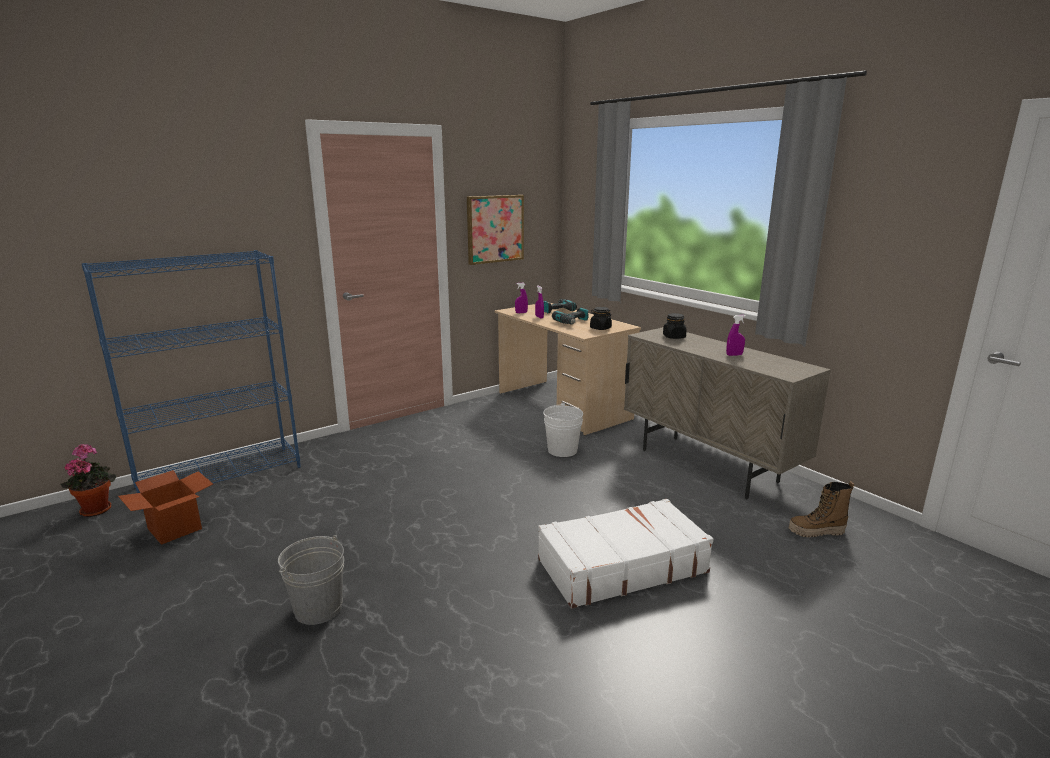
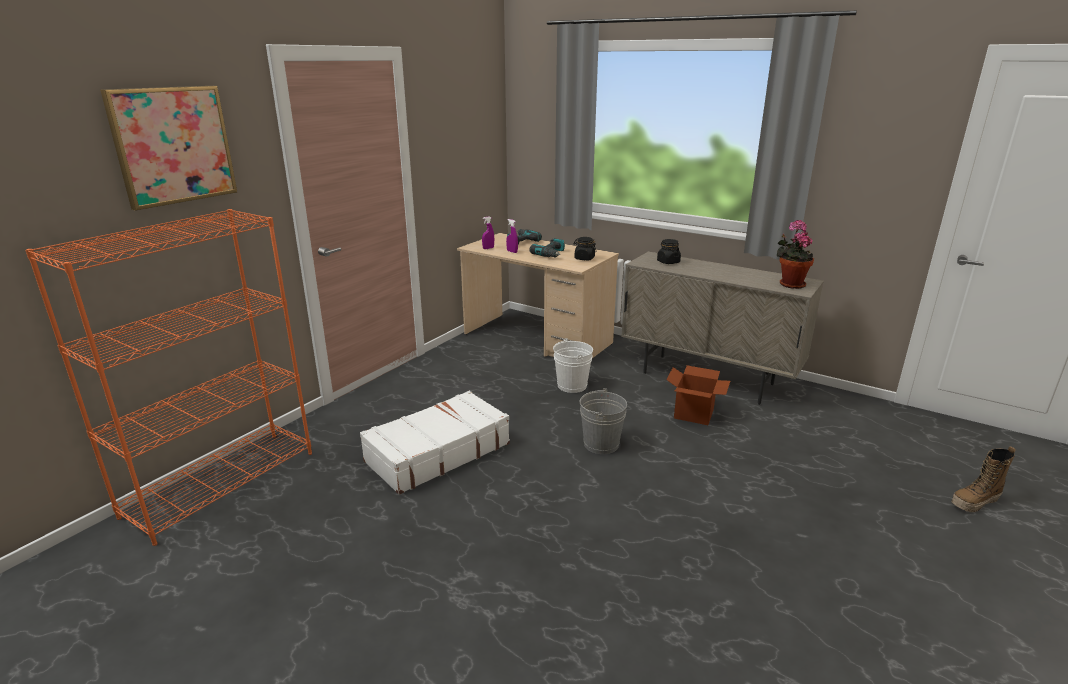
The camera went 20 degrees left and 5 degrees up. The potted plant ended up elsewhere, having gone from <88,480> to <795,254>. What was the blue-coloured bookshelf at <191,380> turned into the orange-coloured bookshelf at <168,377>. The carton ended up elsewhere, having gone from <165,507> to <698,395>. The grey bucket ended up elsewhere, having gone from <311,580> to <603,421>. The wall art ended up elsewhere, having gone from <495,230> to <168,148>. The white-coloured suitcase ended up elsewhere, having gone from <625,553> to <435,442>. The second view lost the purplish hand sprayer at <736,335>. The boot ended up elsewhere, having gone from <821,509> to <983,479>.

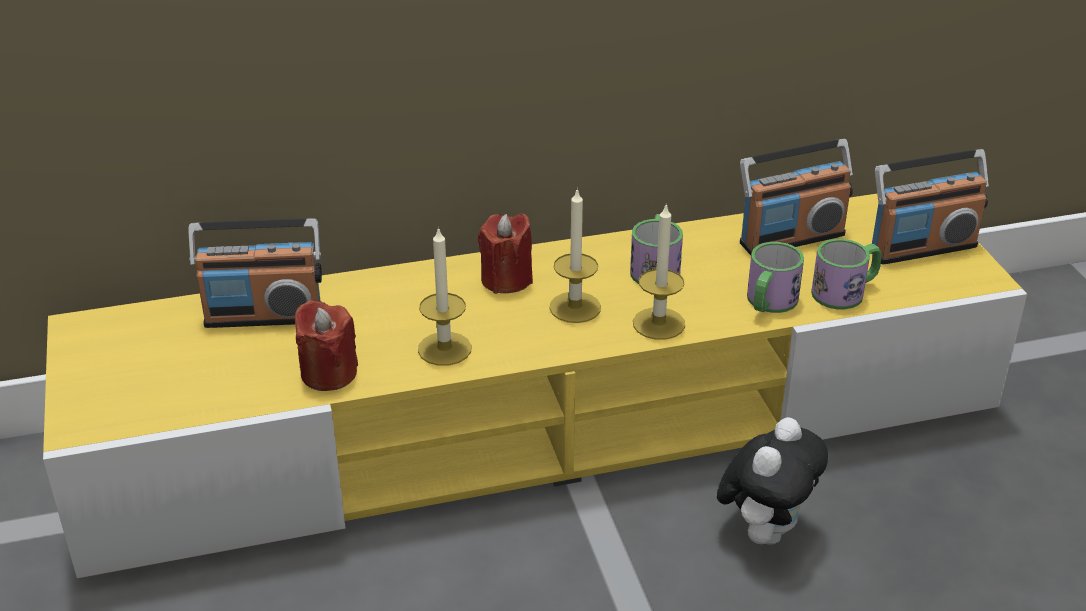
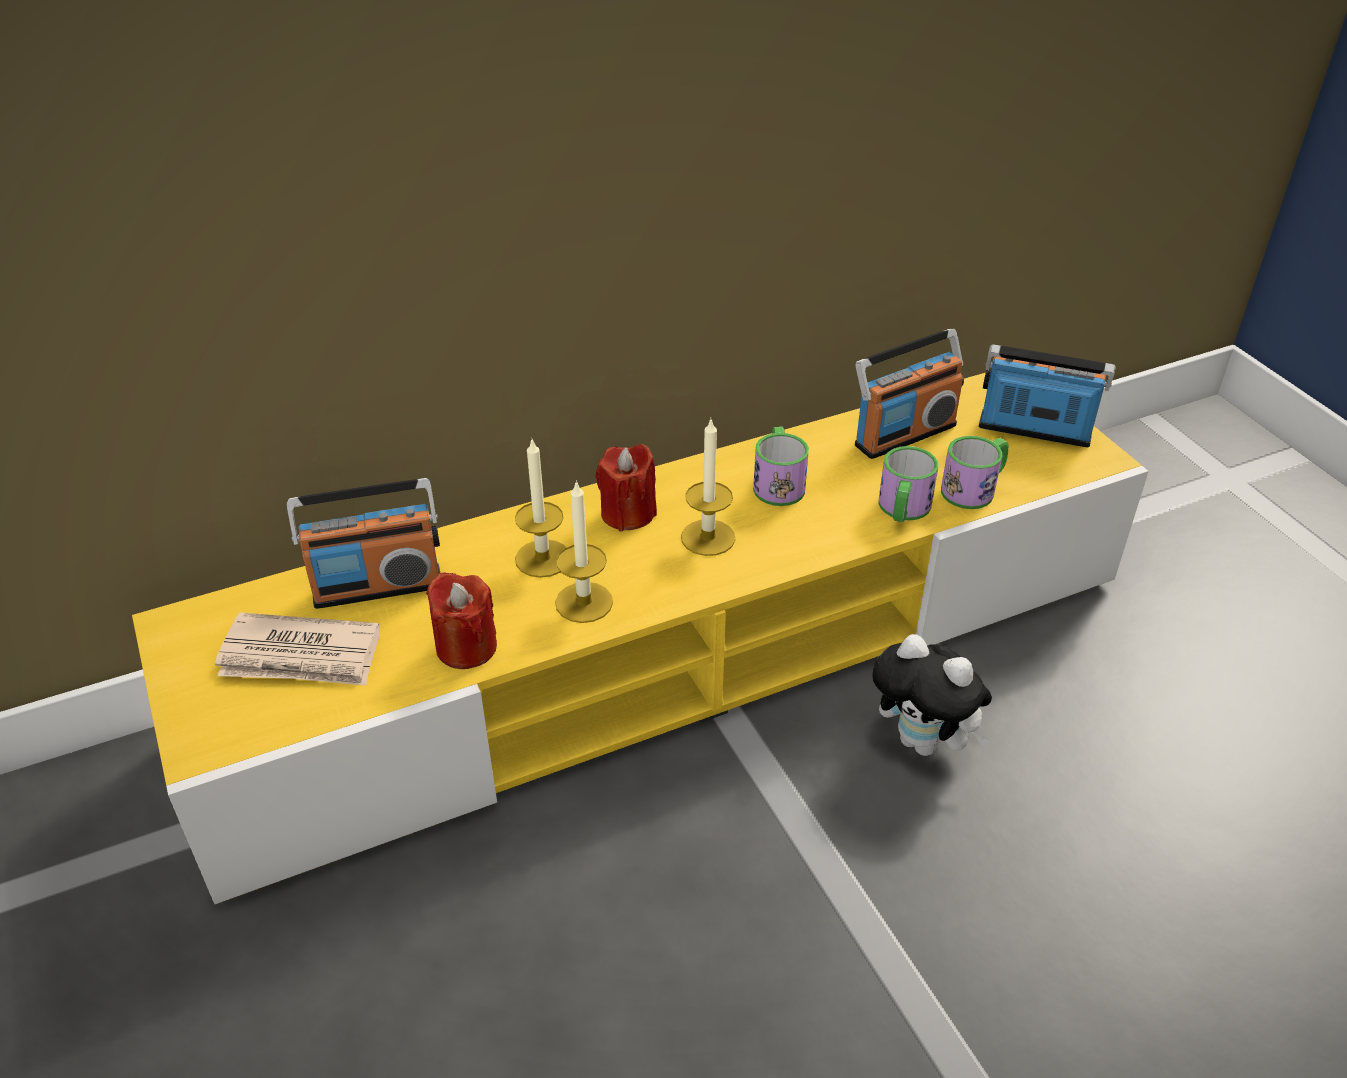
The camera went 10 degrees left and 5 degrees up. The wax candle ended up elsewhere, having gone from <659,272> to <540,509>. The cuddly toy at <772,481> ended up facing another way, 105 degrees clockwise from before. The radio set at <930,206> ended up facing another way, 135 degrees counterclockwise from before. The second view gained the printed paper at <297,649>.

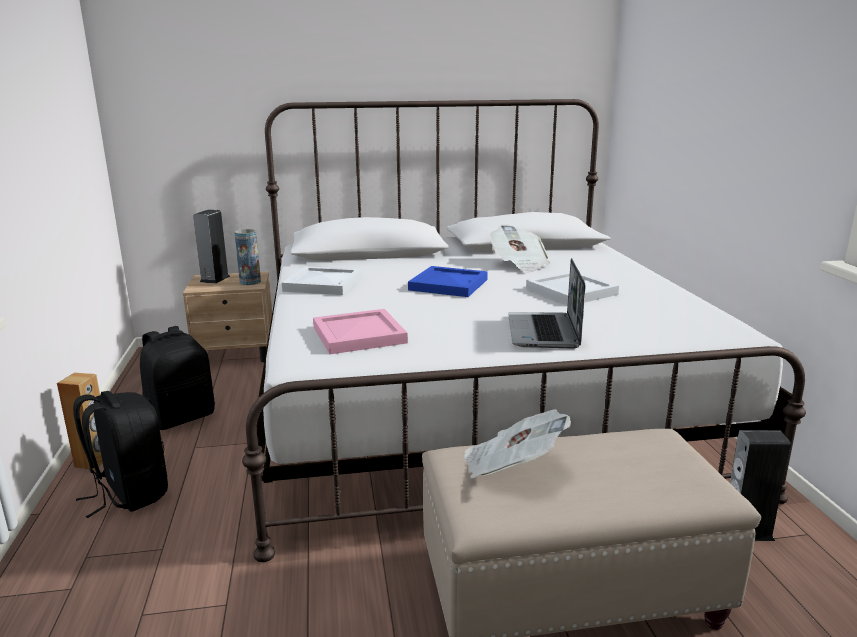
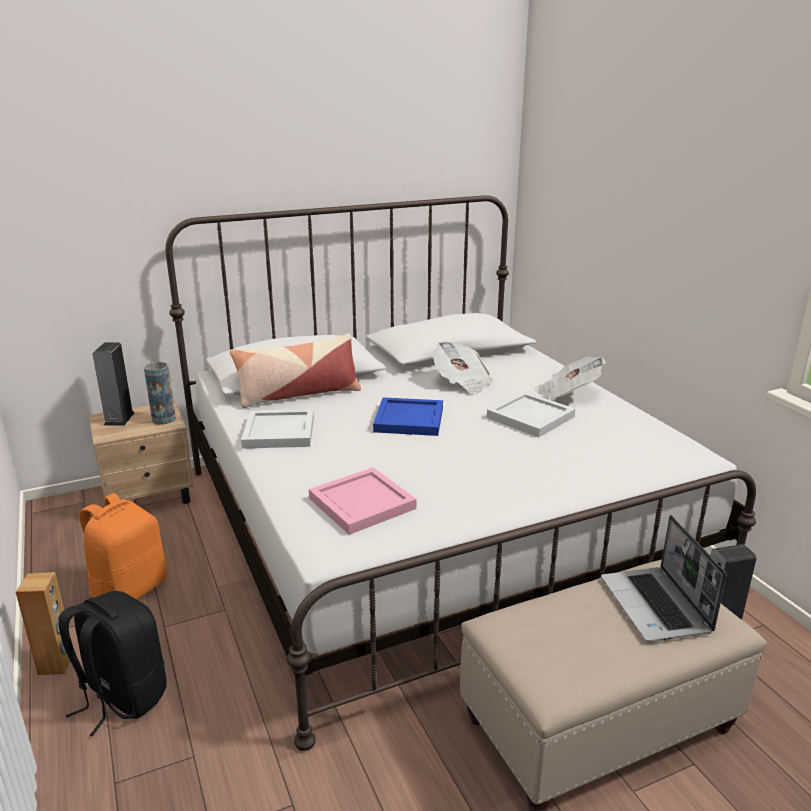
The camera went 15 degrees left and 5 degrees up. What was the black-coloured backpack at <177,378> turned into the orange-coloured backpack at <123,546>. The printed paper ended up elsewhere, having gone from <517,443> to <570,378>. The portable computer ended up elsewhere, having gone from <546,303> to <663,578>. The second view gained the pillow at <295,370>.

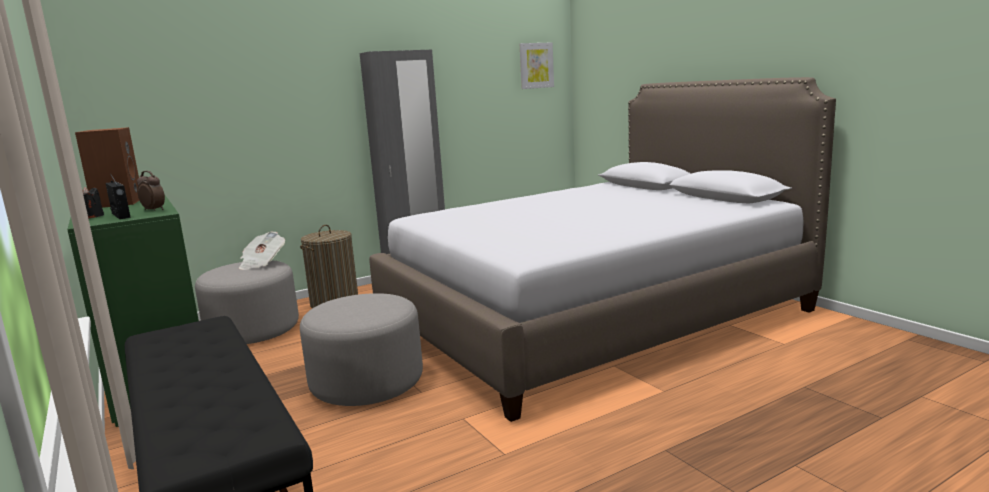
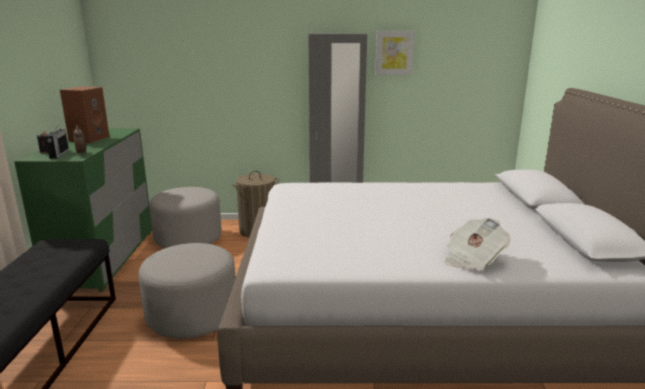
The camera went 30 degrees right and 5 degrees up. The printed paper ended up elsewhere, having gone from <262,251> to <477,244>. The wall art ended up elsewhere, having gone from <537,65> to <394,53>.

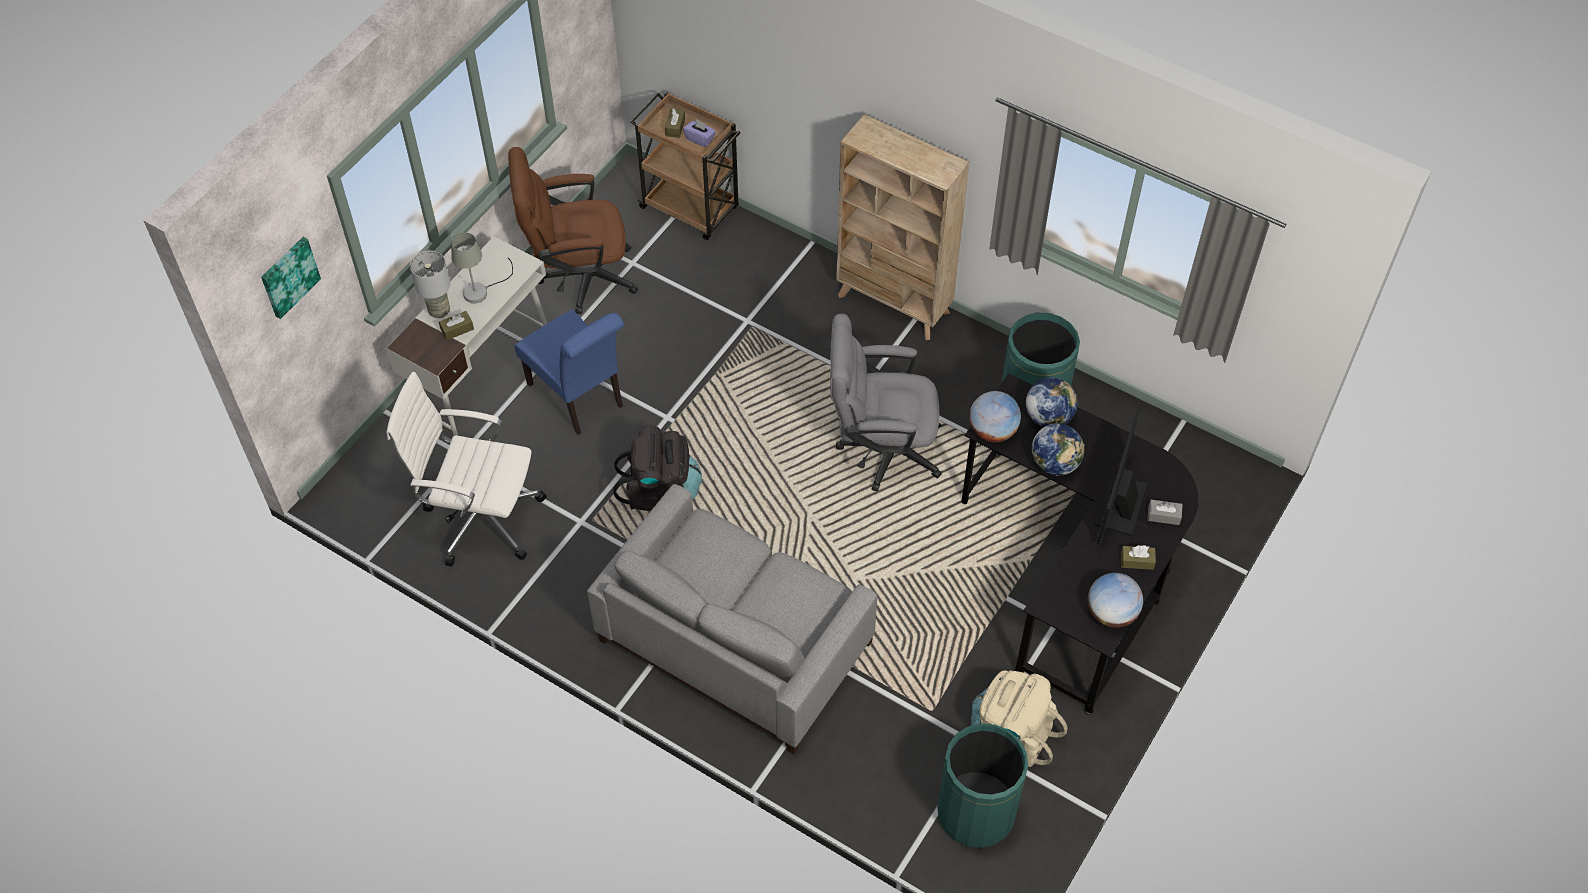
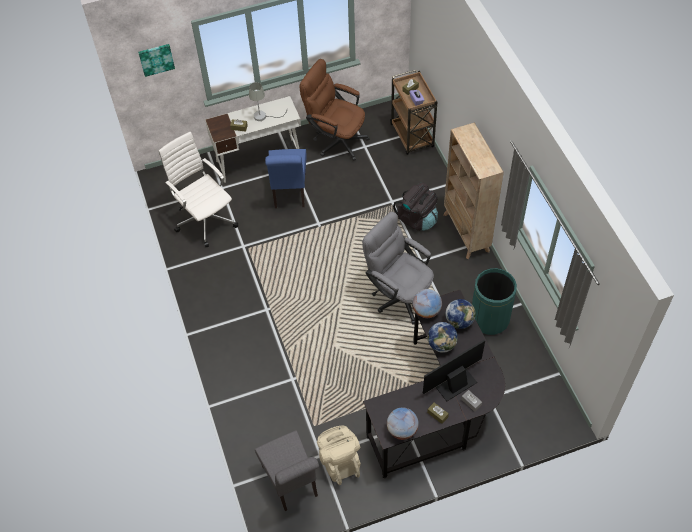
The camera went 40 degrees right and 0 degrees up. The second view lost the grey table lamp at <430,284>. The second view lost the grey sofa at <732,619>. The black-coloured backpack ended up elsewhere, having gone from <657,468> to <415,206>. Where the greenish waste bin stood at <982,785>, the grey chair came to stand at <287,470>.

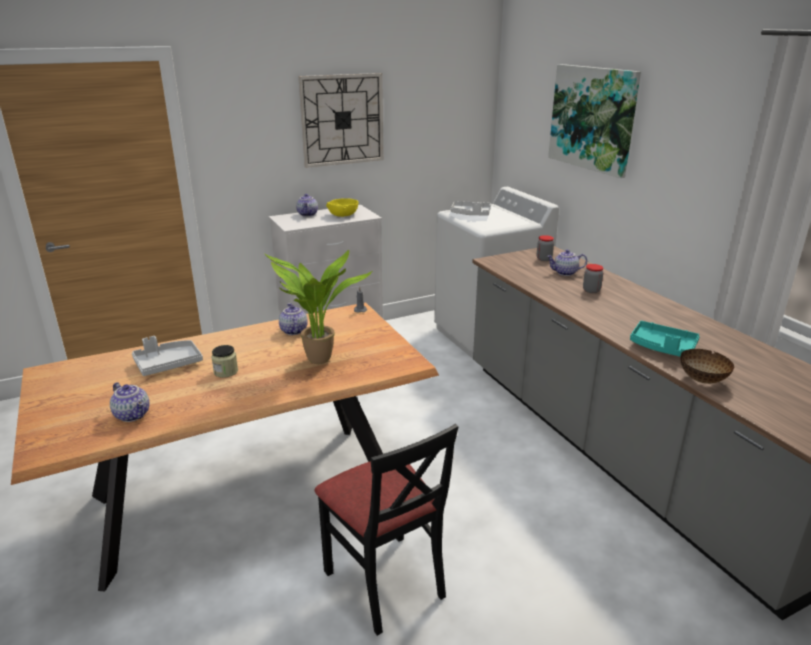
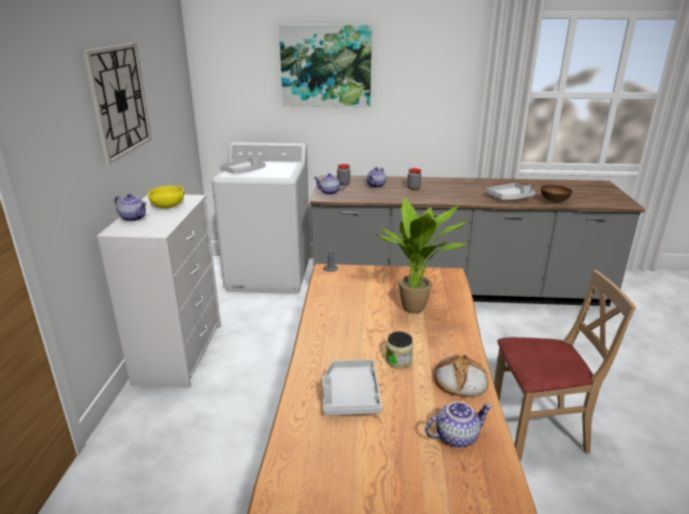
The camera went 60 degrees left and 0 degrees up. The teapot ended up elsewhere, having gone from <293,319> to <329,184>. What was the black-coloured chair at <386,530> turned into the beige-coloured chair at <565,365>. What was the turquoise tray at <665,339> turned into the grey tray at <510,191>. The second view gained the bread at <461,376>.

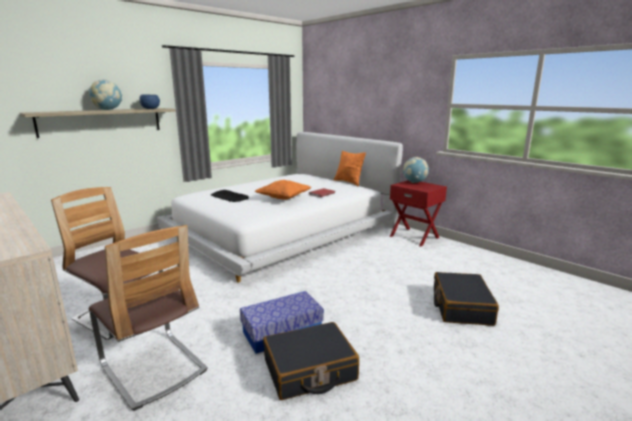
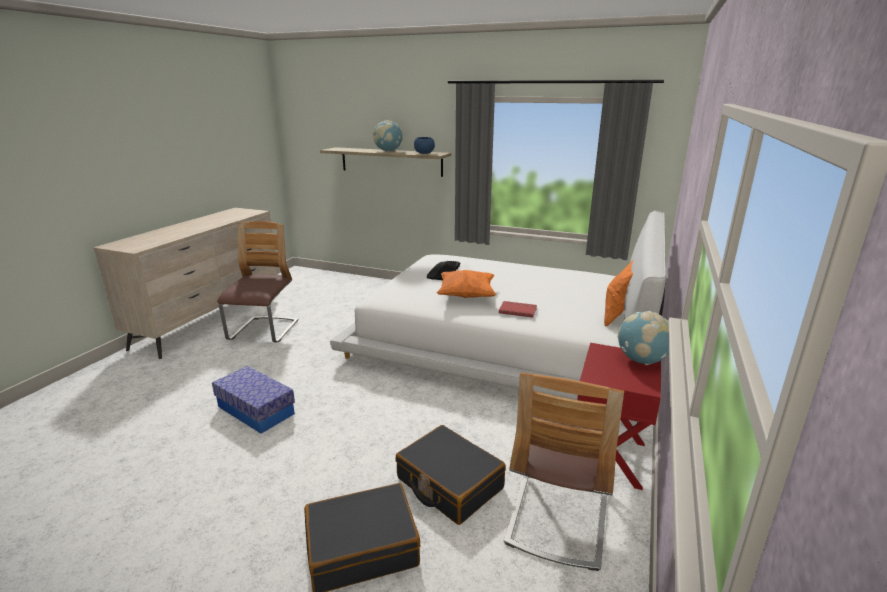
The camera went 65 degrees right and 5 degrees up. The chair ended up elsewhere, having gone from <148,318> to <564,472>. The black-coloured suitcase ended up elsewhere, having gone from <311,361> to <450,475>.

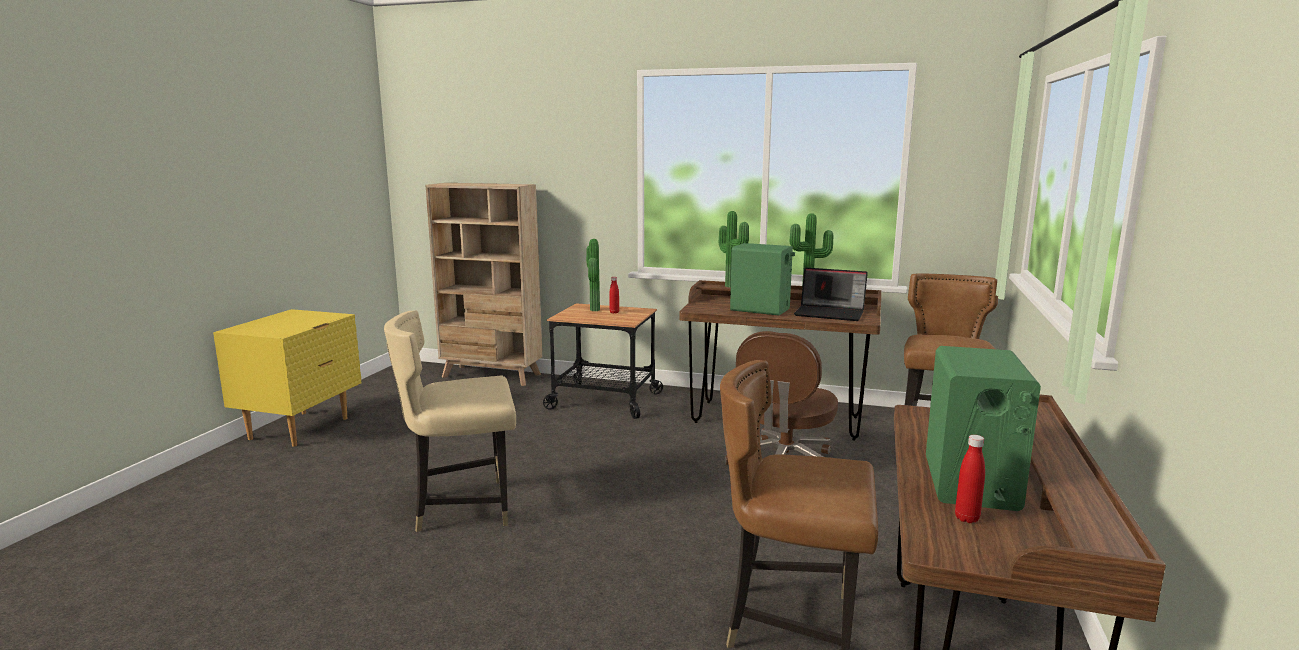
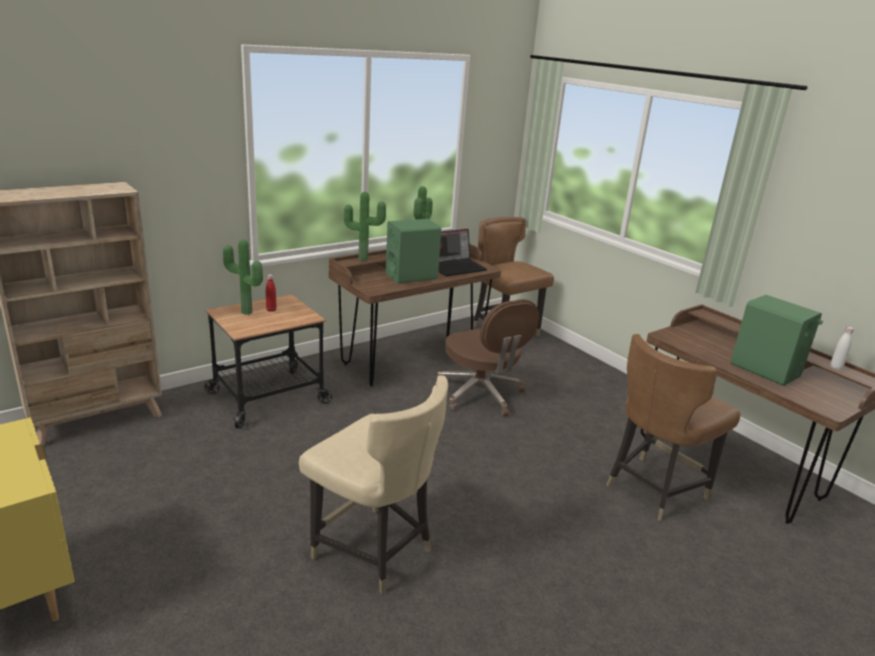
The camera went 55 degrees left and 10 degrees up. The beige-coloured chair at <450,421> ended up facing another way, 75 degrees counterclockwise from before. The second view lost the reddish bottle at <970,479>. The second view gained the white-coloured bottle at <842,348>.

